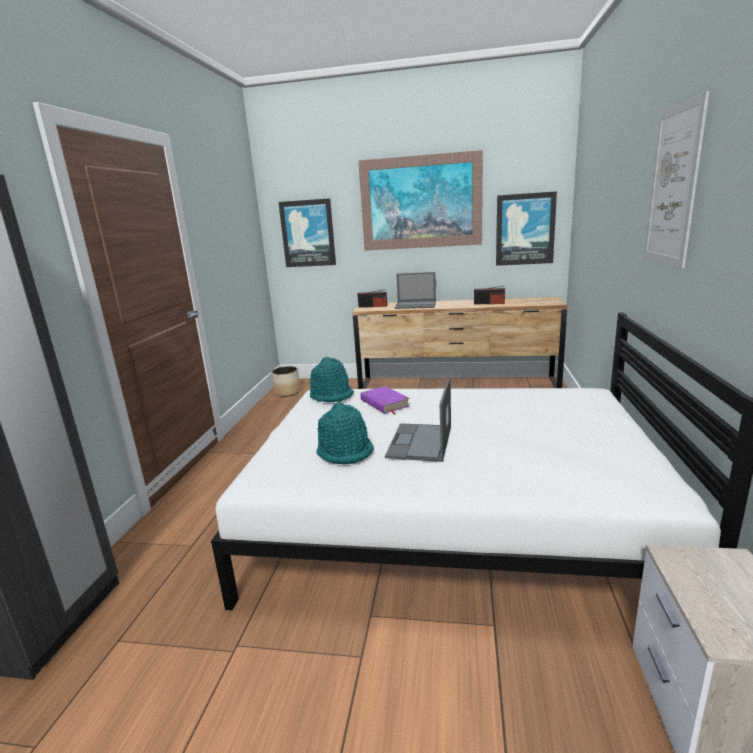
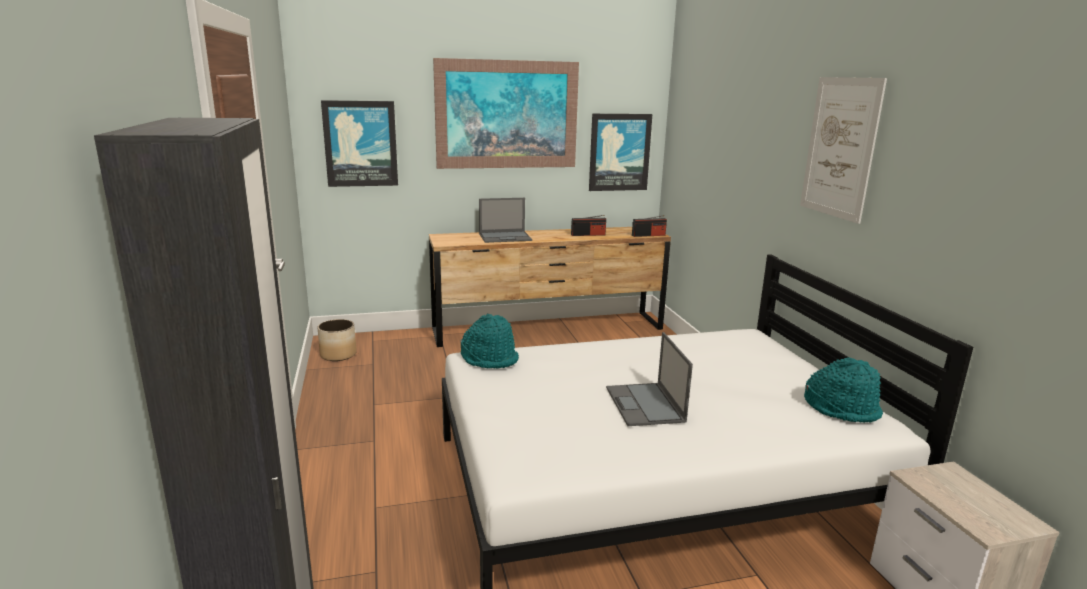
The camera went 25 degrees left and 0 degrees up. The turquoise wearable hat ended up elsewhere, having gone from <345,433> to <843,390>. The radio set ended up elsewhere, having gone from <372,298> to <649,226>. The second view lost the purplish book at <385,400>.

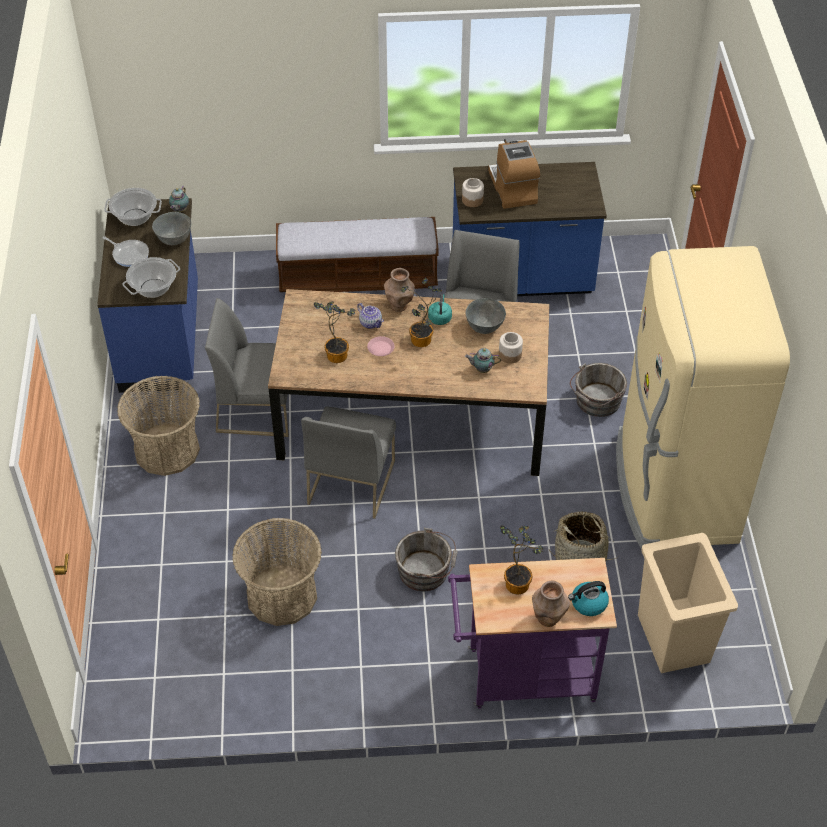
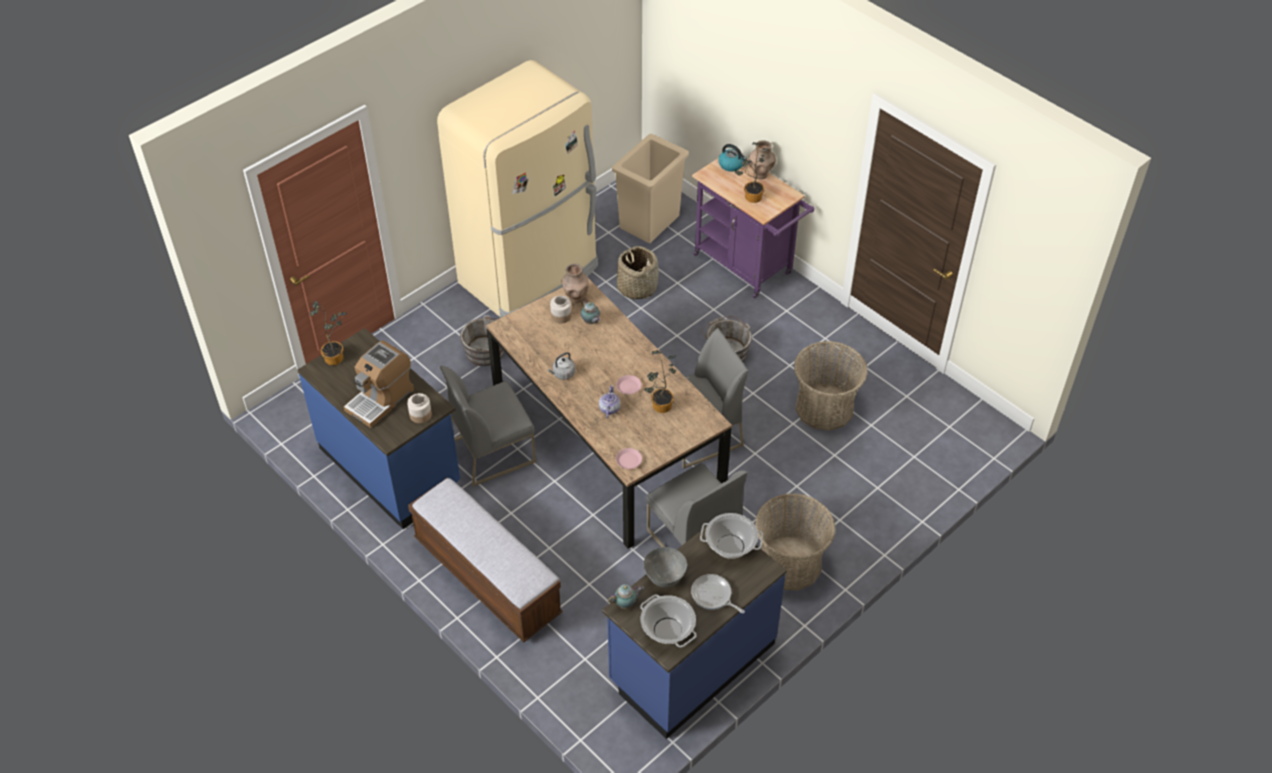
The camera went 130 degrees left and 0 degrees up. The pan at <125,251> ended up facing another way, 45 degrees counterclockwise from before. The brown flower vase ended up elsewhere, having gone from <399,290> to <575,283>. The potted plant ended up elsewhere, having gone from <421,312> to <328,333>. What was the turquoise tea kettle at <440,309> turned into the grey tea kettle at <561,366>. The second view lost the grey serving bowl at <486,316>. The second view gained the pinkish plate at <629,458>.

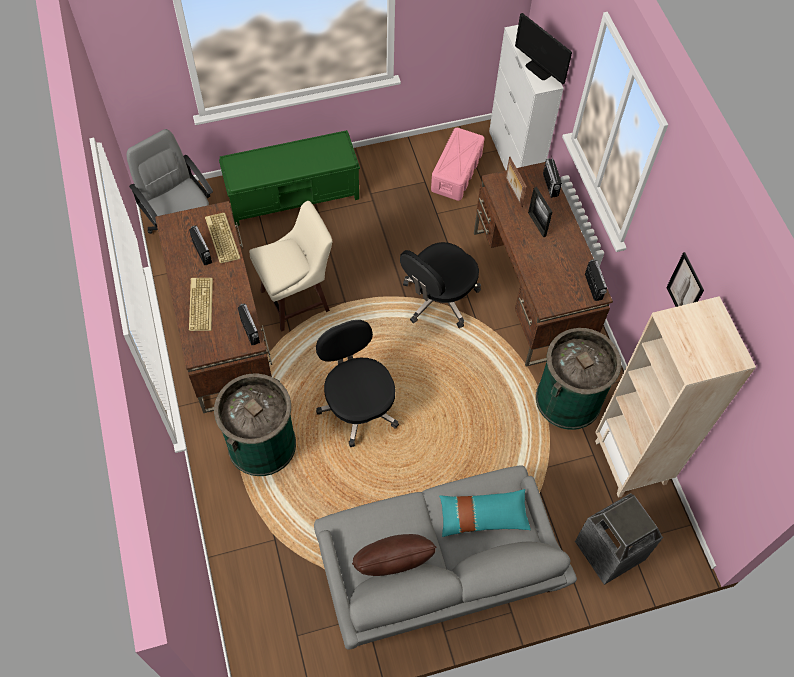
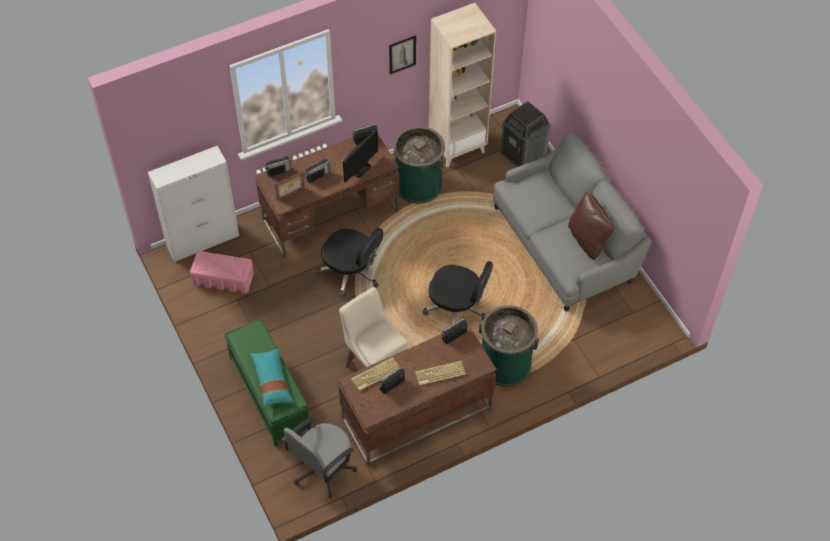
The camera went 100 degrees left and 5 degrees down. The black-coloured desk chair at <357,383> ended up facing another way, 120 degrees counterclockwise from before. The turquoise pillow ended up elsewhere, having gone from <485,513> to <271,377>. The monitor ended up elsewhere, having gone from <543,48> to <360,156>. Where the standing frame stood at <540,212>, the radio set came to stand at <317,171>.

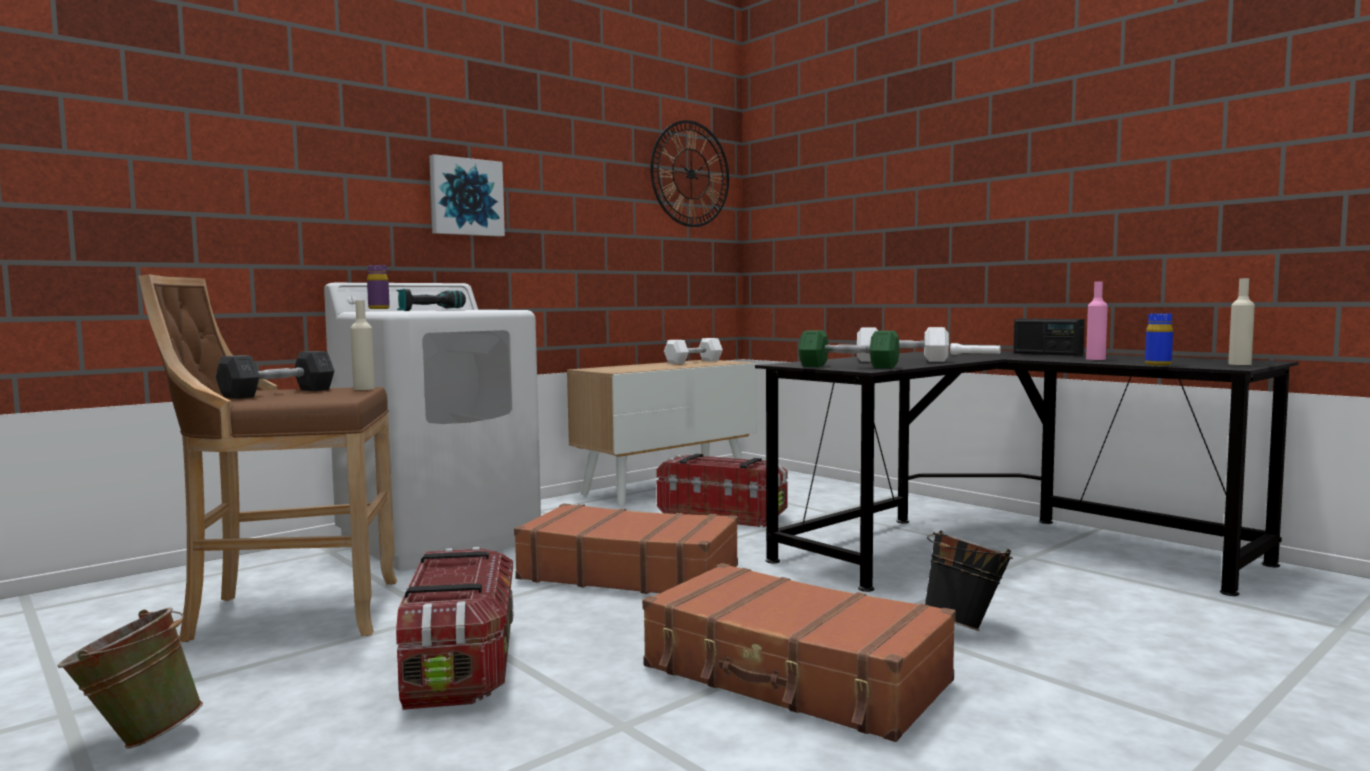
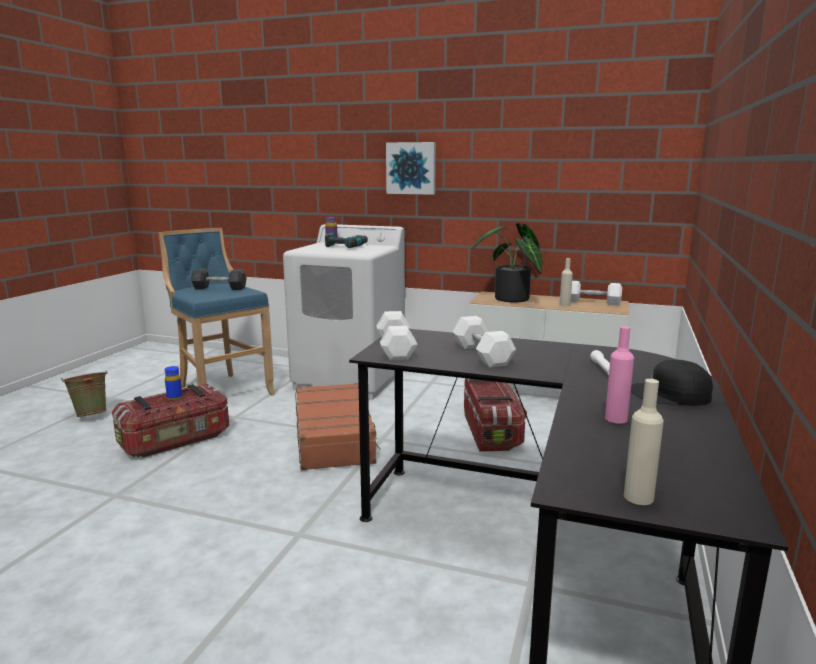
The camera went 60 degrees right and 10 degrees up. What was the brown stool at <267,458> turned into the blue-coloured stool at <217,311>. The beige-coloured bottle ended up elsewhere, having gone from <362,345> to <566,282>. The second view lost the brown suitcase at <799,652>. The second view lost the hanging clock at <689,173>. What was the greenish dumbbell at <849,349> turned into the white-coloured dumbbell at <396,335>. The second view lost the black-coloured bucket at <969,580>. Where the radio set stood at <1049,337>, the black-coloured baseball cap came to stand at <672,383>. The blue-coloured bottle ended up elsewhere, having gone from <1159,339> to <173,383>. The second view gained the potted plant at <507,262>.

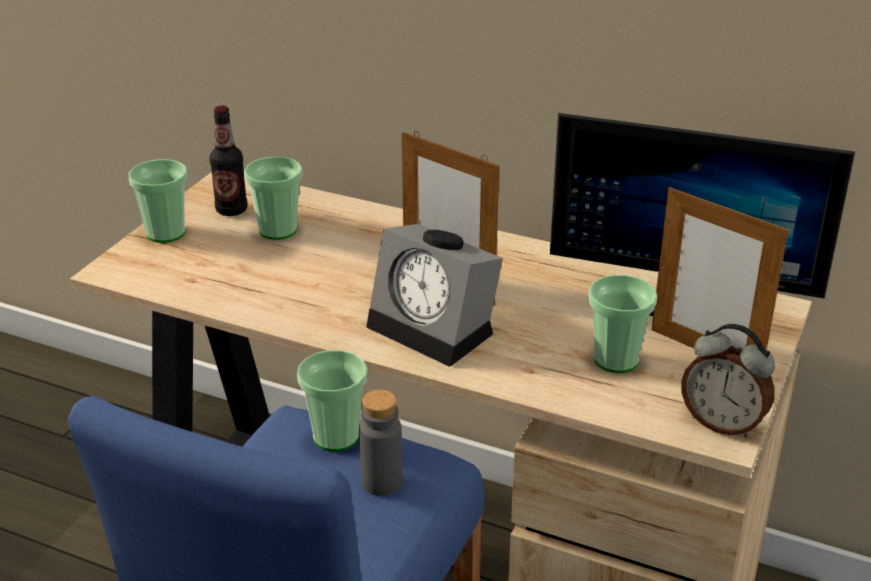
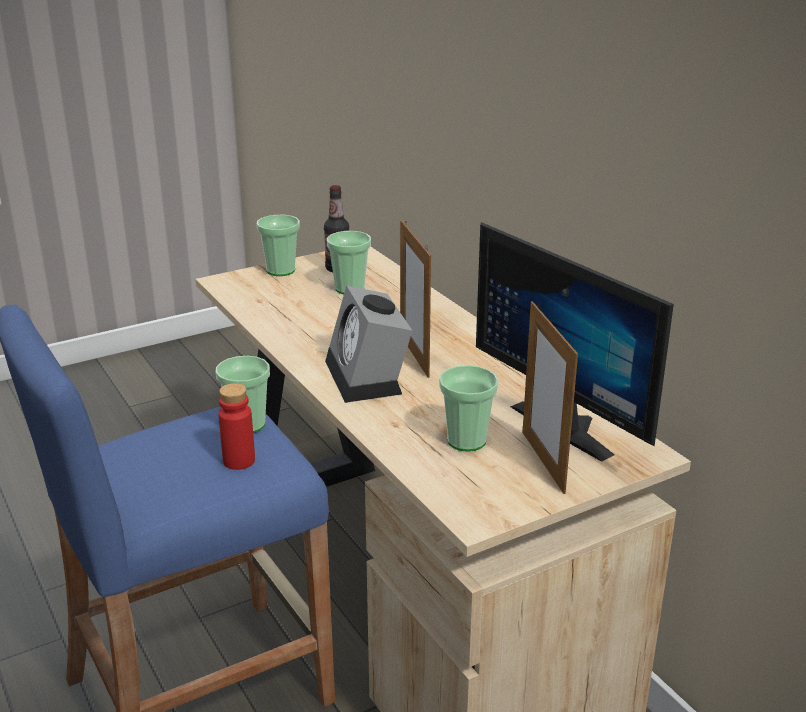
The camera went 35 degrees right and 5 degrees down. What was the grey bottle at <380,443> turned into the reddish bottle at <236,426>. The second view lost the table clock at <728,381>.

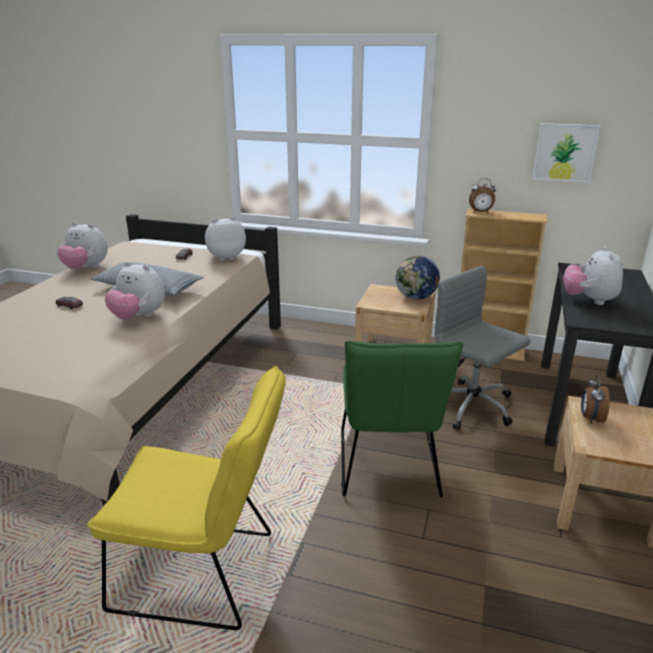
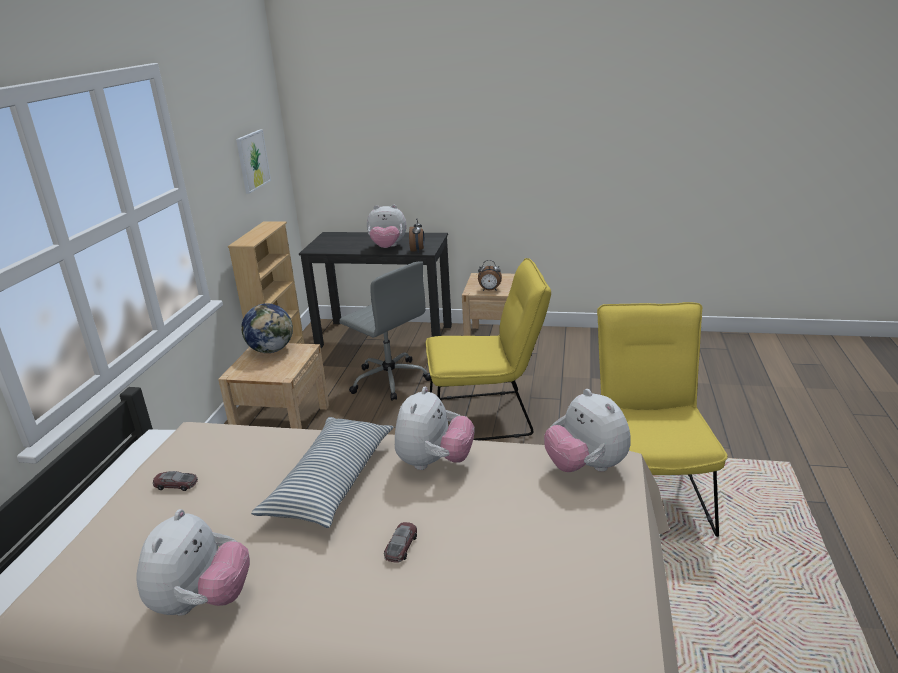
The camera went 95 degrees left and 0 degrees up. The cuddly toy ended up elsewhere, having gone from <225,238> to <587,430>. What was the greenish chair at <402,419> turned into the yellow-coloured chair at <488,349>. The grey desk chair at <482,348> ended up facing another way, 90 degrees counterclockwise from before. The table clock ended up elsewhere, having gone from <482,195> to <417,235>.

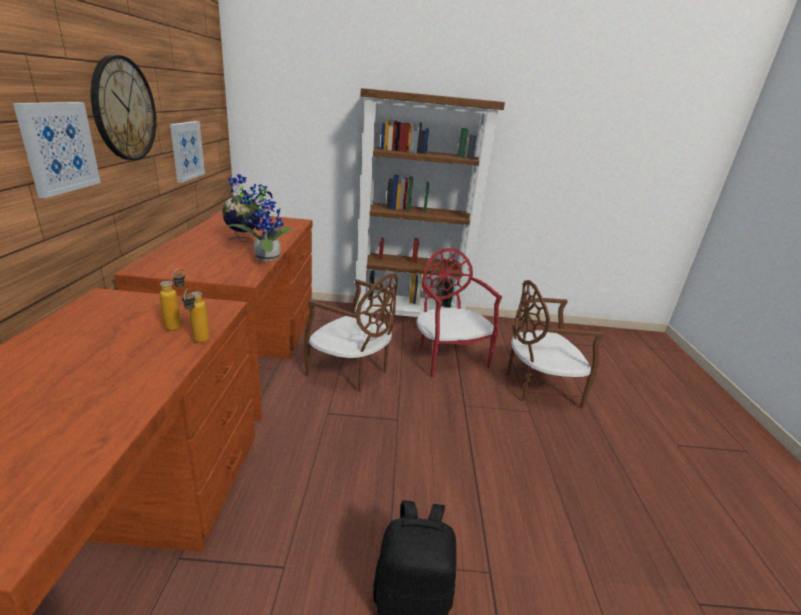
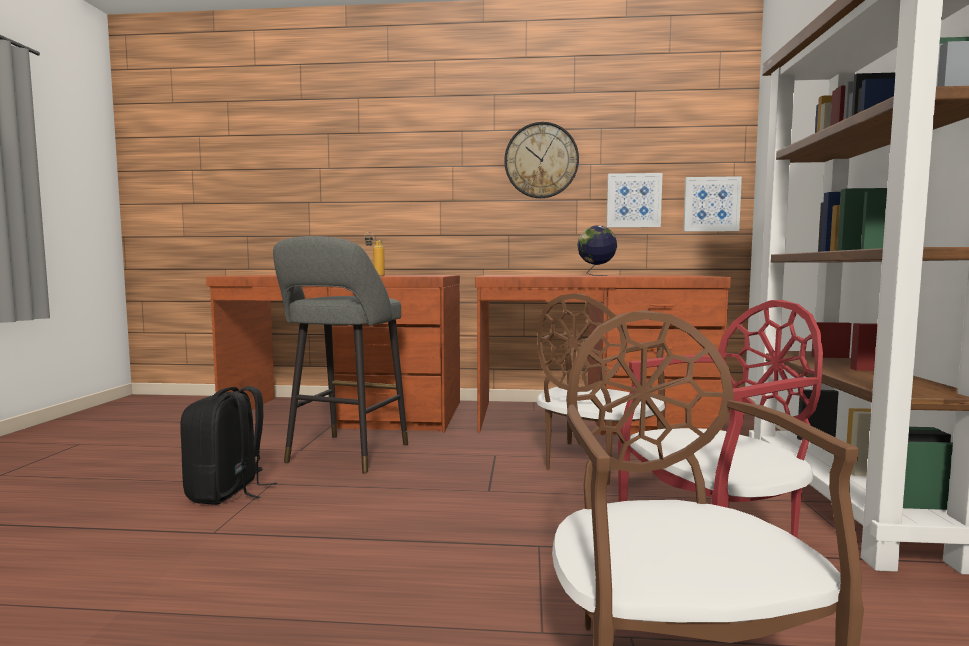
The camera went 95 degrees right and 20 degrees down. The wall art ended up elsewhere, having gone from <57,150> to <712,204>. The second view lost the bottle at <172,299>. The second view lost the potted plant at <259,217>. The second view gained the grey stool at <340,354>.

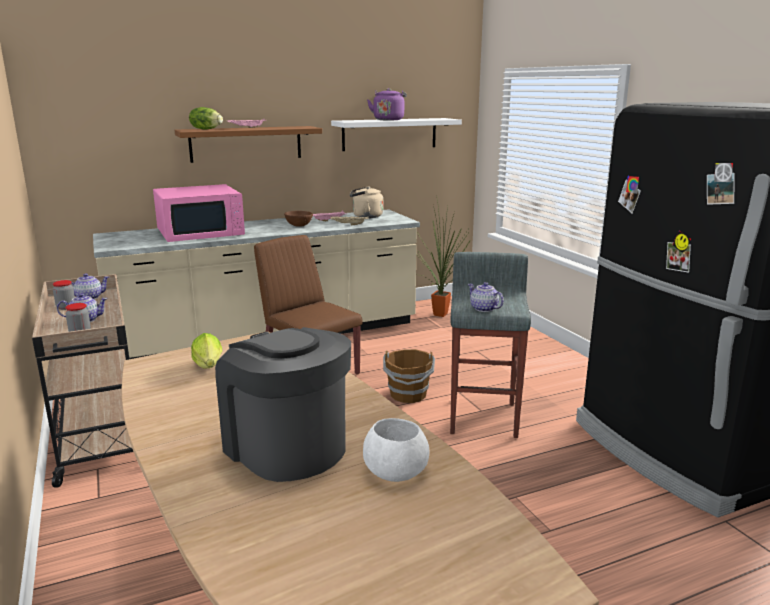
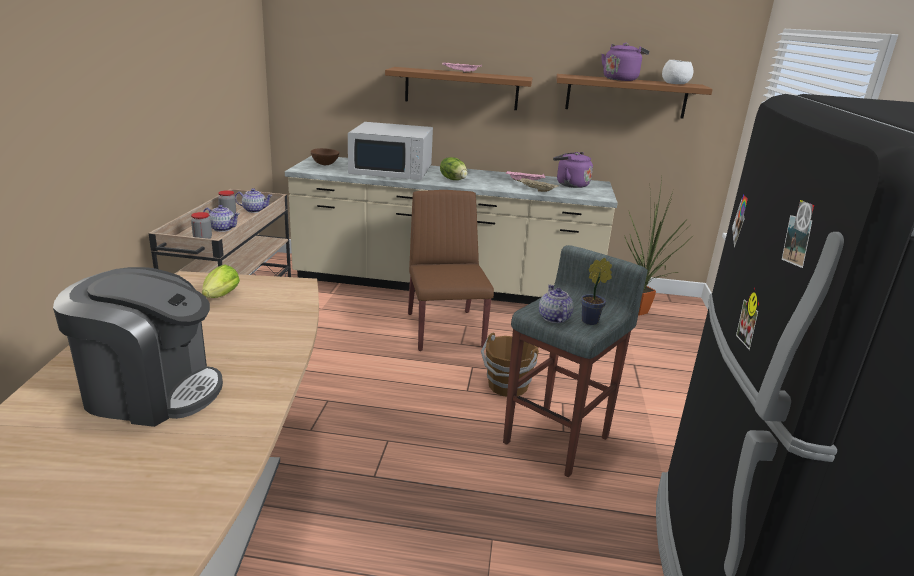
The camera went 30 degrees right and 5 degrees up. What was the pinkish kitchen microwave at <199,213> turned into the white-coloured kitchen microwave at <390,151>. The lettuce head ended up elsewhere, having gone from <206,118> to <454,168>. The coffee machine at <283,404> ended up facing another way, 105 degrees clockwise from before. The brown serving bowl ended up elsewhere, having gone from <298,219> to <324,156>. What was the white-coloured wall shelf at <396,134> turned into the brown wall shelf at <634,96>. What was the beige-coloured tea kettle at <366,202> turned into the purplish tea kettle at <573,170>. The white-coloured serving bowl ended up elsewhere, having gone from <396,450> to <677,72>. The second view gained the potted plant at <596,291>.

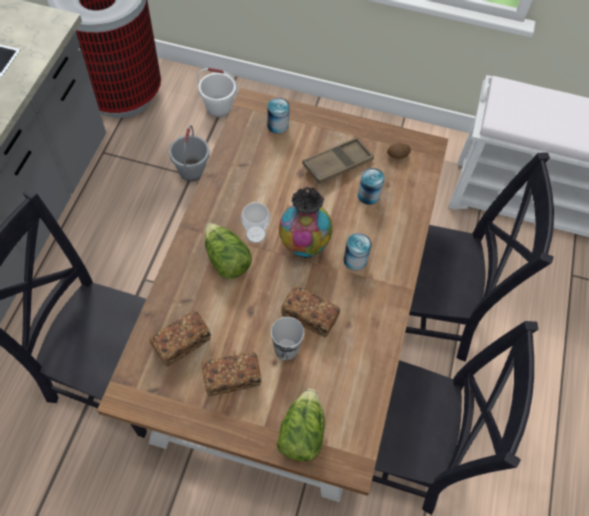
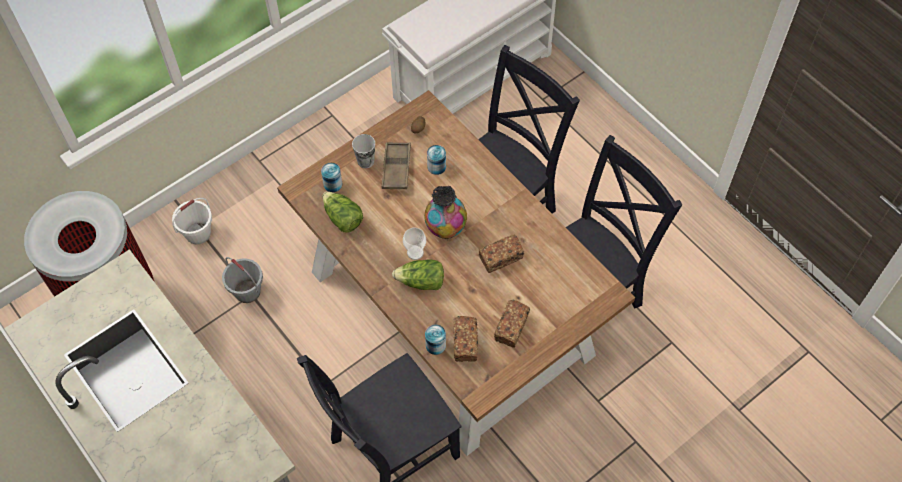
The camera went 50 degrees left and 0 degrees up. The small cup ended up elsewhere, having gone from <287,338> to <363,151>. The lettuce head ended up elsewhere, having gone from <301,425> to <343,212>. The can ended up elsewhere, having gone from <358,251> to <435,339>.

